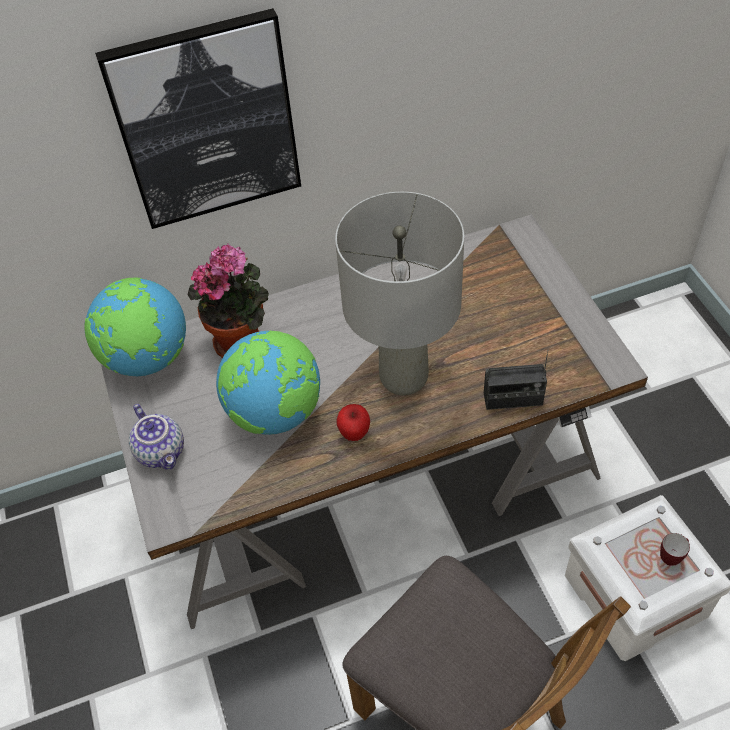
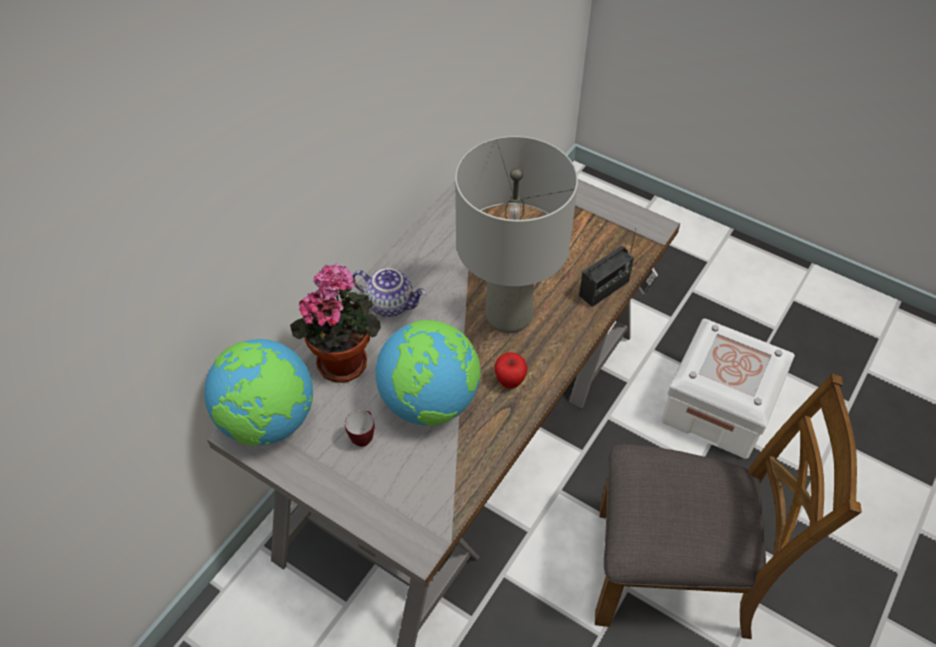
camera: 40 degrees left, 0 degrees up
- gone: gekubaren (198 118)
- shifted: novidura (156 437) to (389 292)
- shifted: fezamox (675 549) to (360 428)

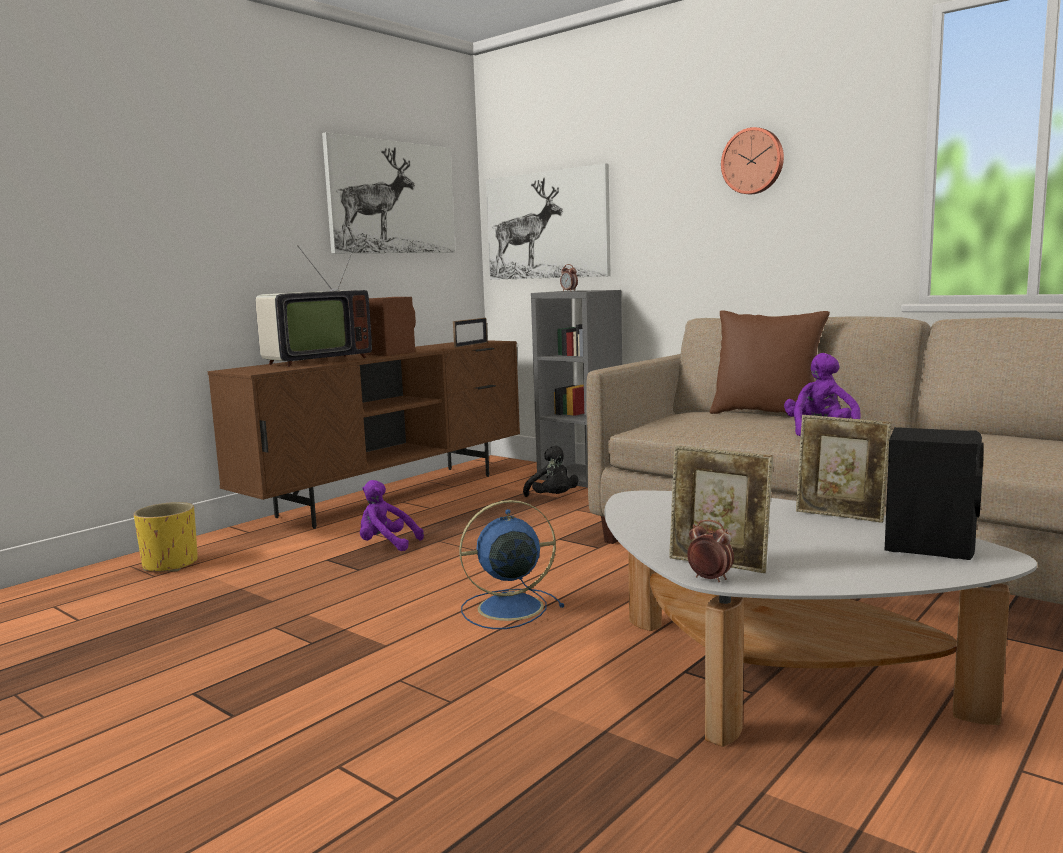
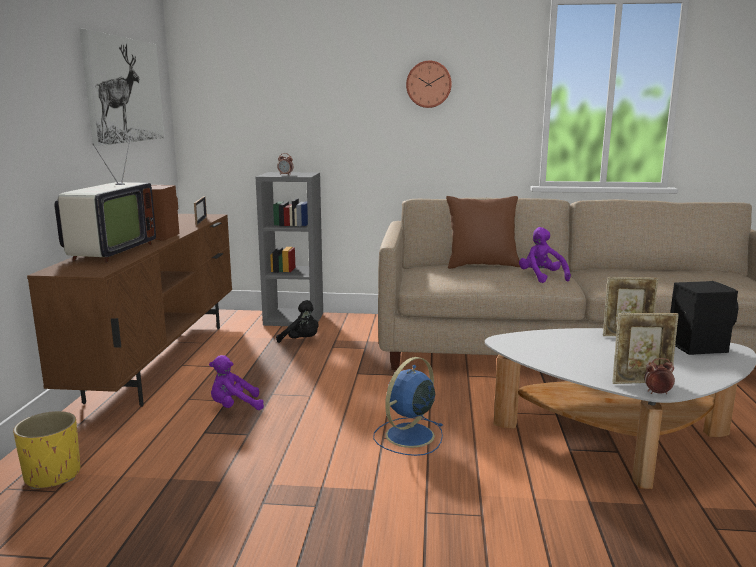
camera: 35 degrees left, 5 degrees up
- gone: gekubaren (548 221)

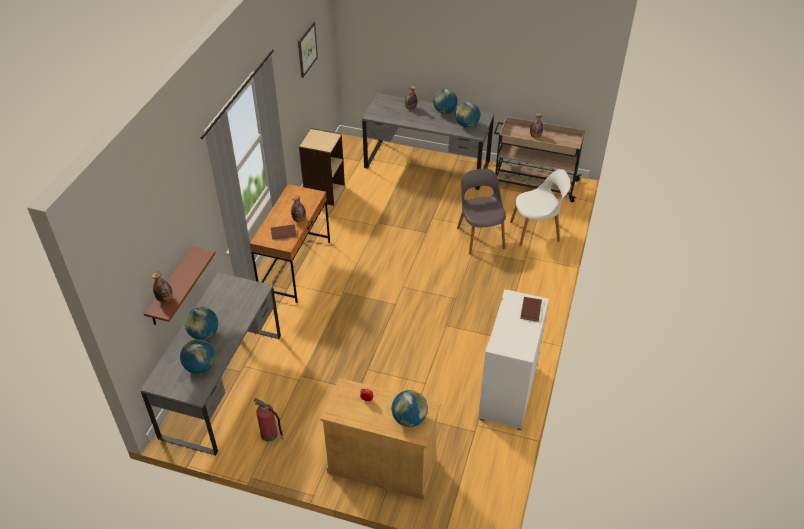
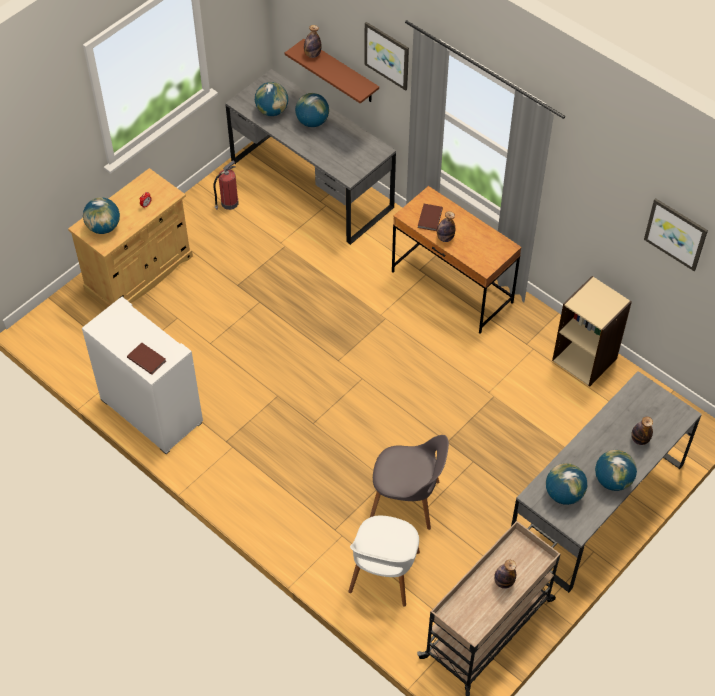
camera: 115 degrees right, 10 degrees up
- new: gekubaren (386 56)

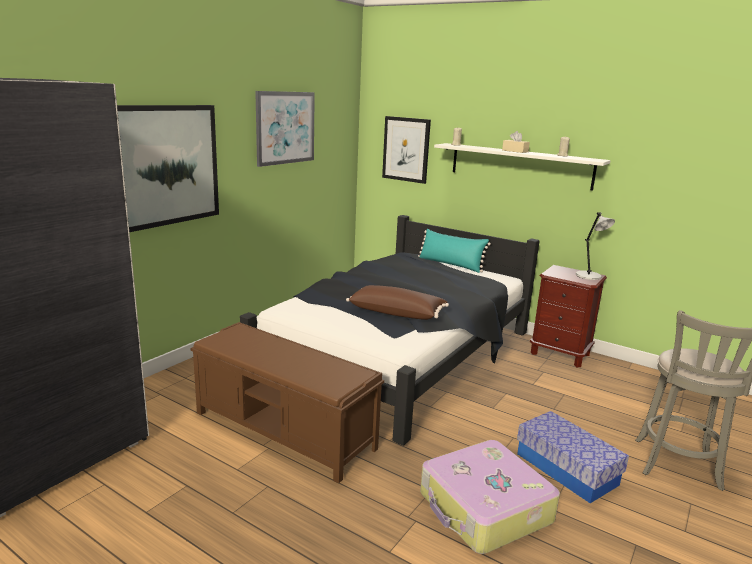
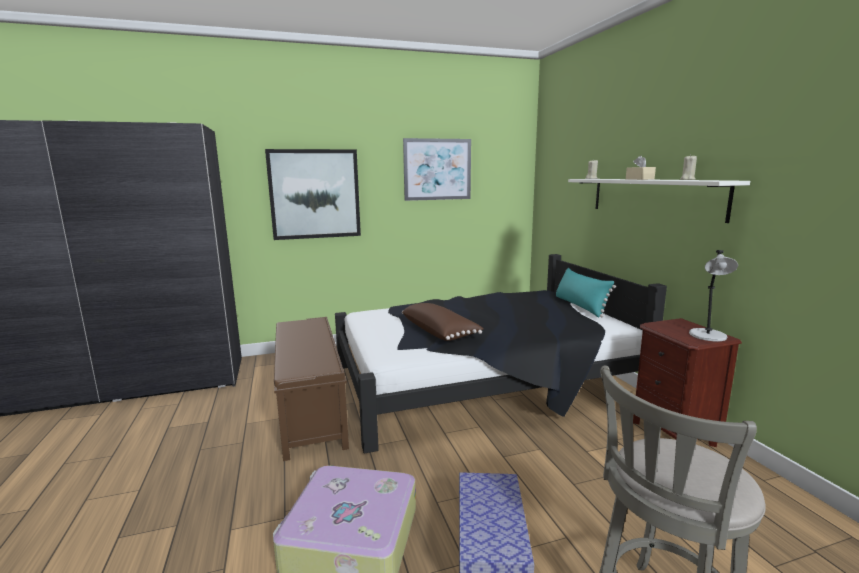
camera: 40 degrees right, 5 degrees down
- gone: gekubaren (406 150)

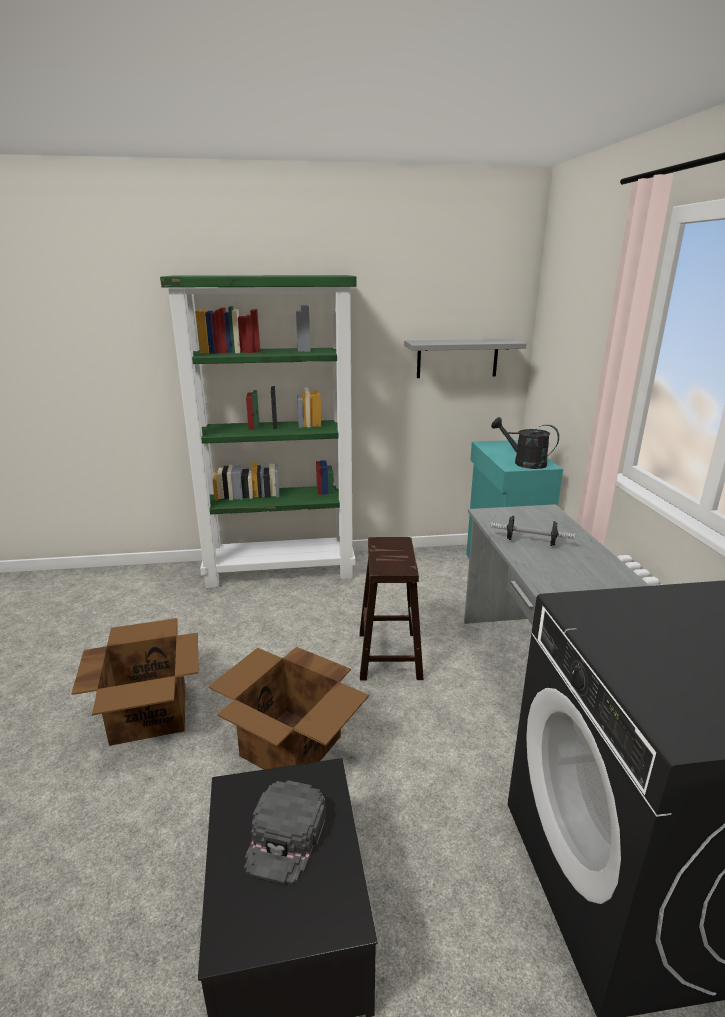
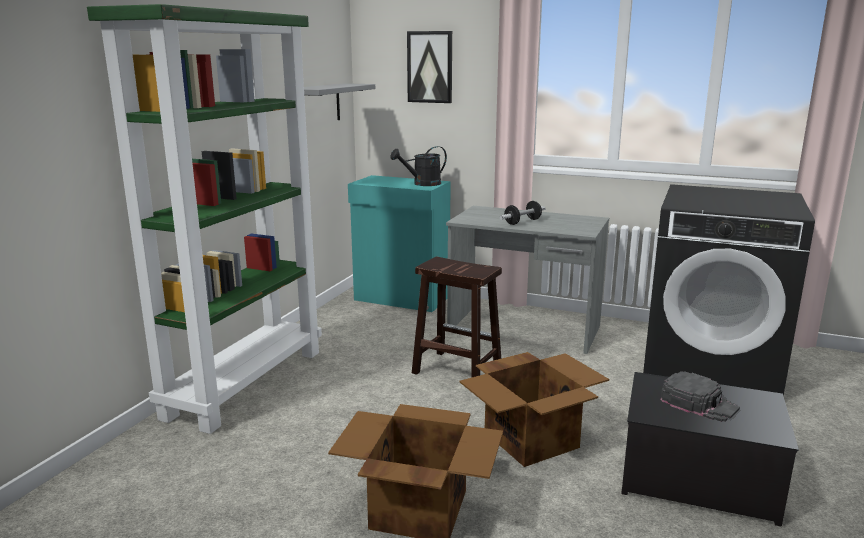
camera: 60 degrees left, 5 degrees down
- new: gekubaren (429 67)

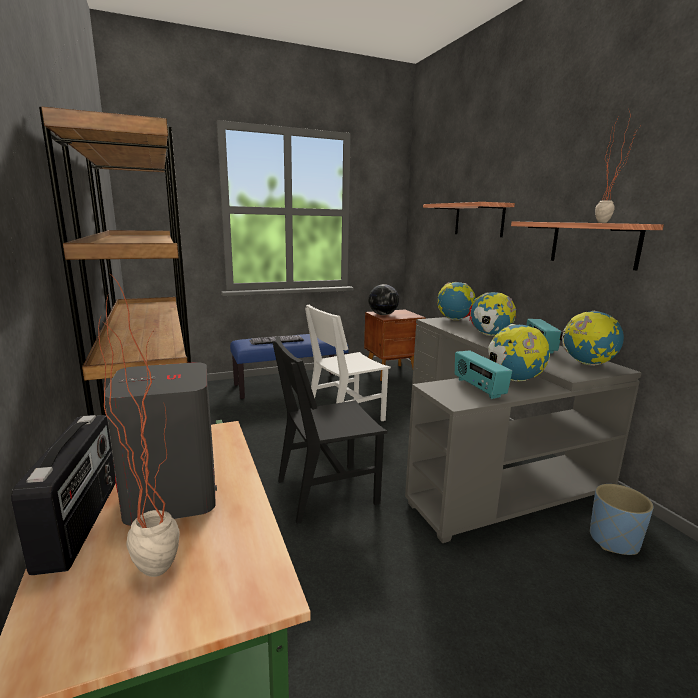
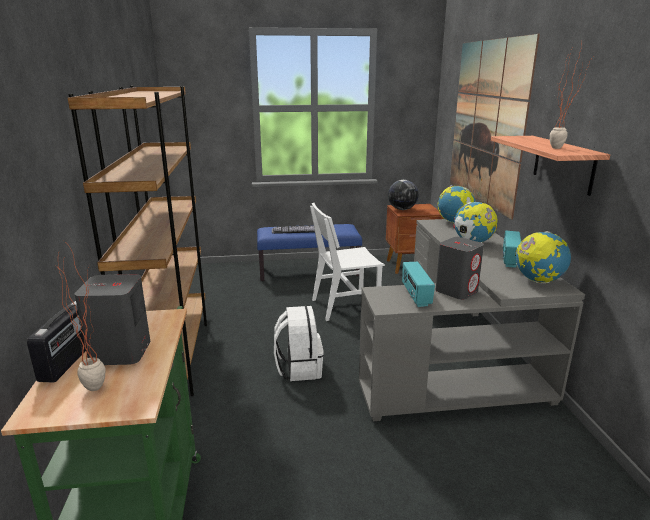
camera: 15 degrees right, 5 degrees up
- swapped: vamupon (469 219) to gekubaren (495 126)
- swapped: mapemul (519 353) to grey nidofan (460 268)
- swapped: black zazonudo (330 430) to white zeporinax (299 343)
- gone: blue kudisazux (621 519)

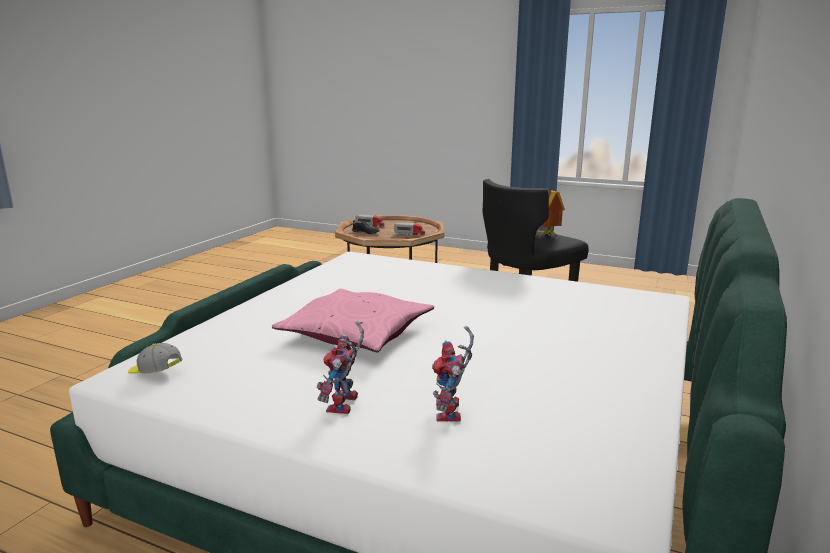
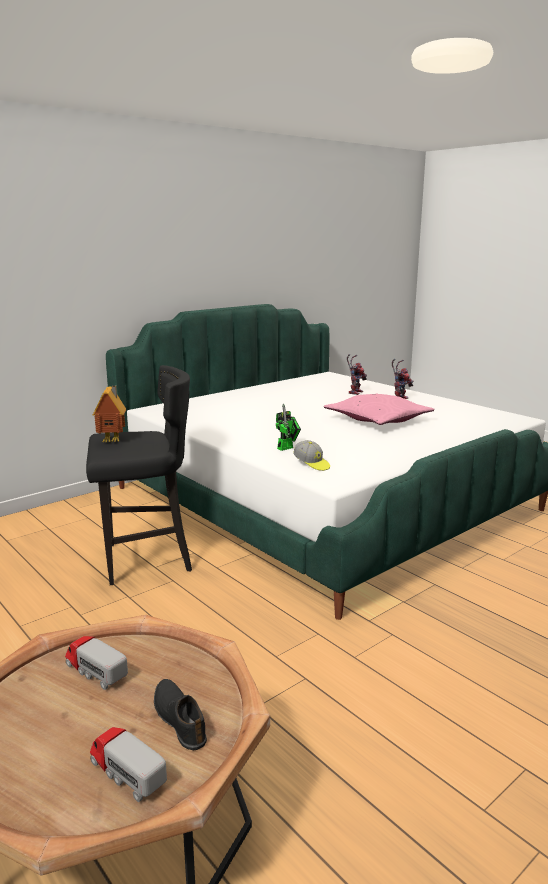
camera: 155 degrees left, 0 degrees up
- shifted: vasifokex (155 358) to (311 455)
- new: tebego (288 427)

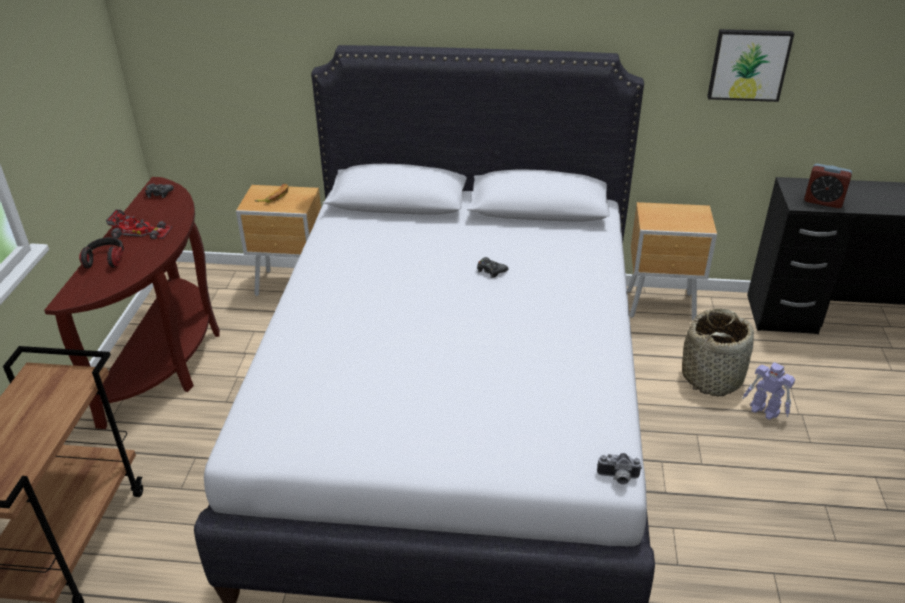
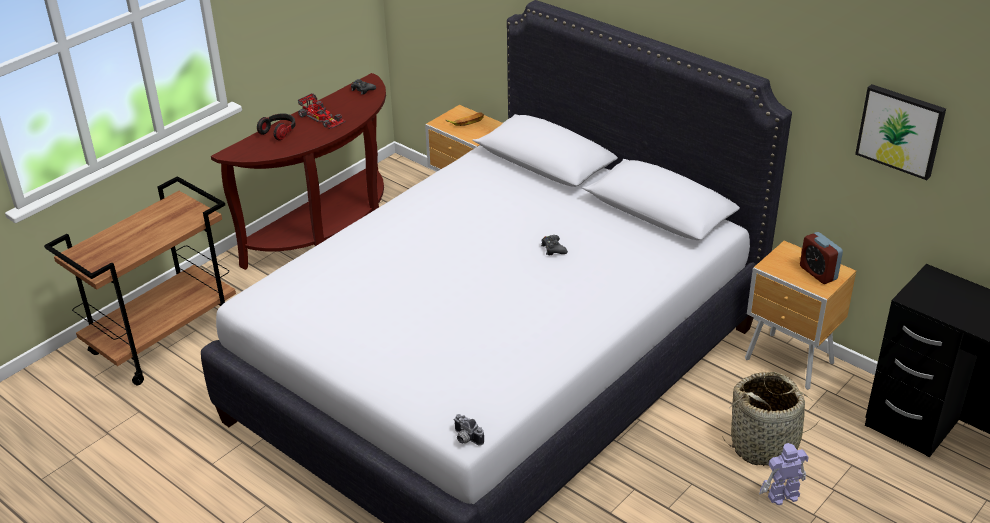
camera: 35 degrees right, 0 degrees up
- shifted: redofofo (828 185) to (821 258)
- rotated: tebego (769 391) = (784 474) 90 degrees clockwise

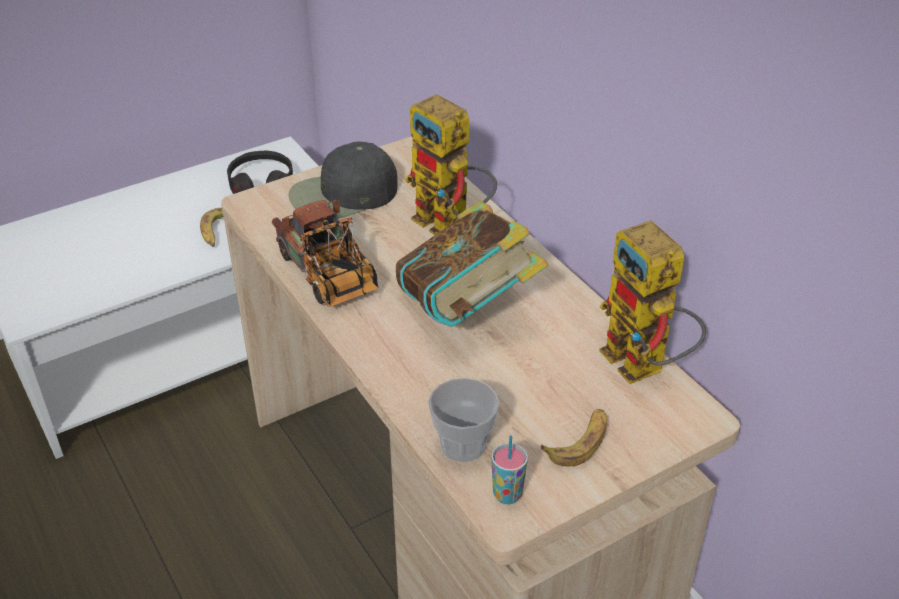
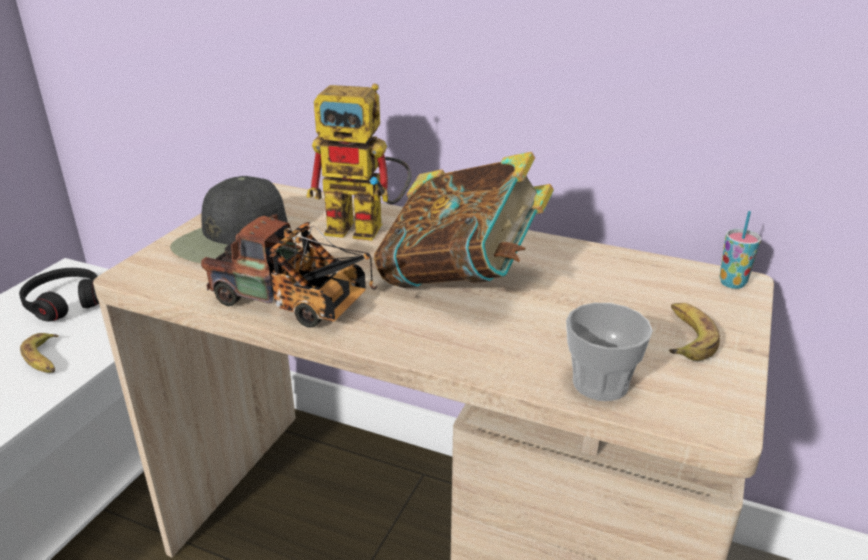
camera: 35 degrees left, 10 degrees down
- gone: tebego (652 302)
- shifted: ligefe (509 469) to (740 250)

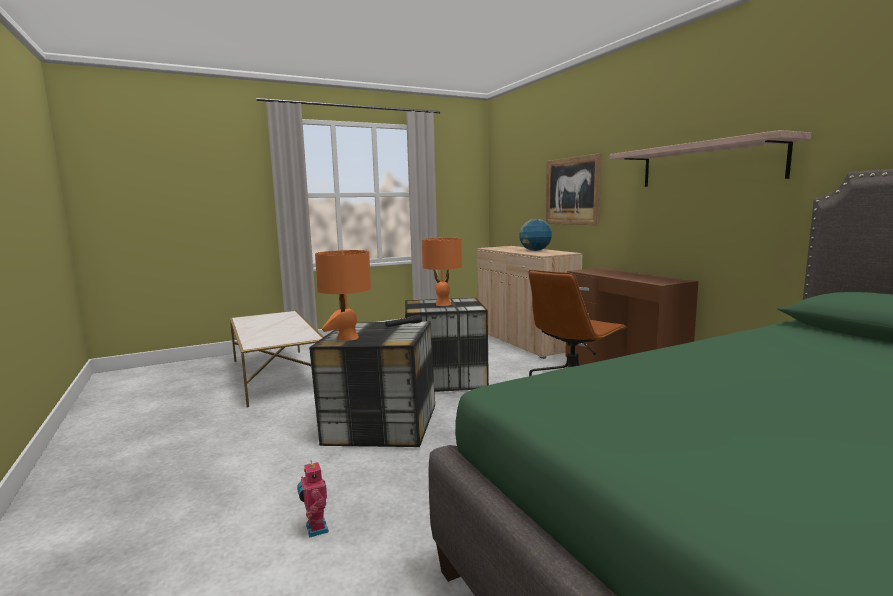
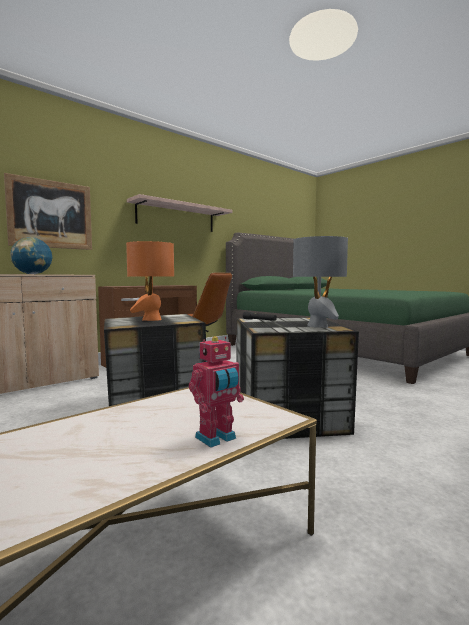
camera: 105 degrees left, 5 degrees down
- repainted: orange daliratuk (343 295) to grey daliratuk (320 282)
- shifted: tebego (313 500) to (216 392)

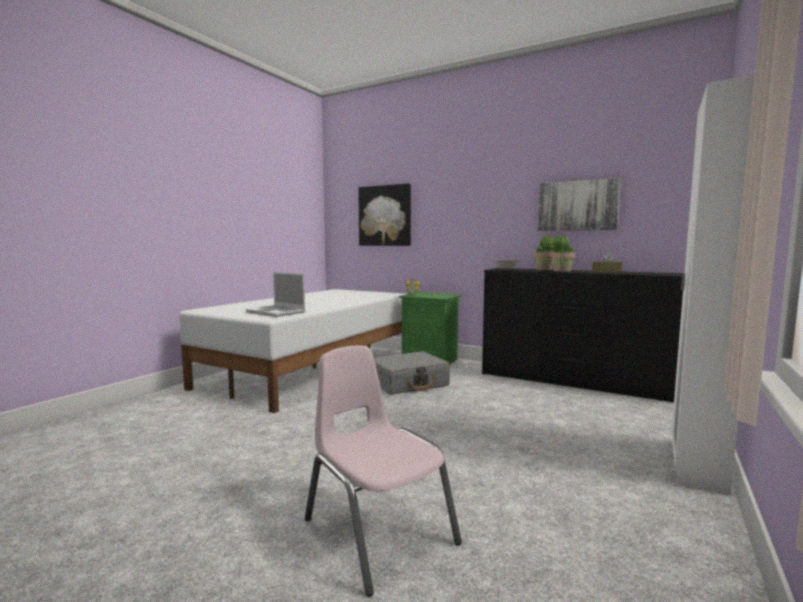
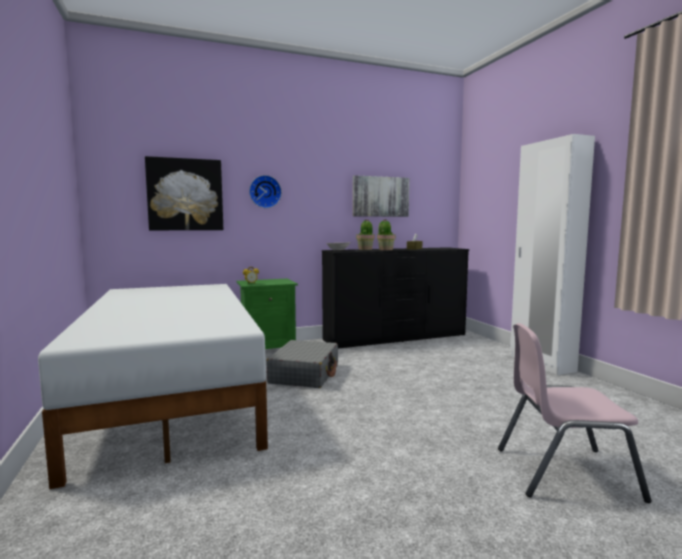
camera: 50 degrees left, 0 degrees up
- gone: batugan (275 294)
- new: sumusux (265 191)

